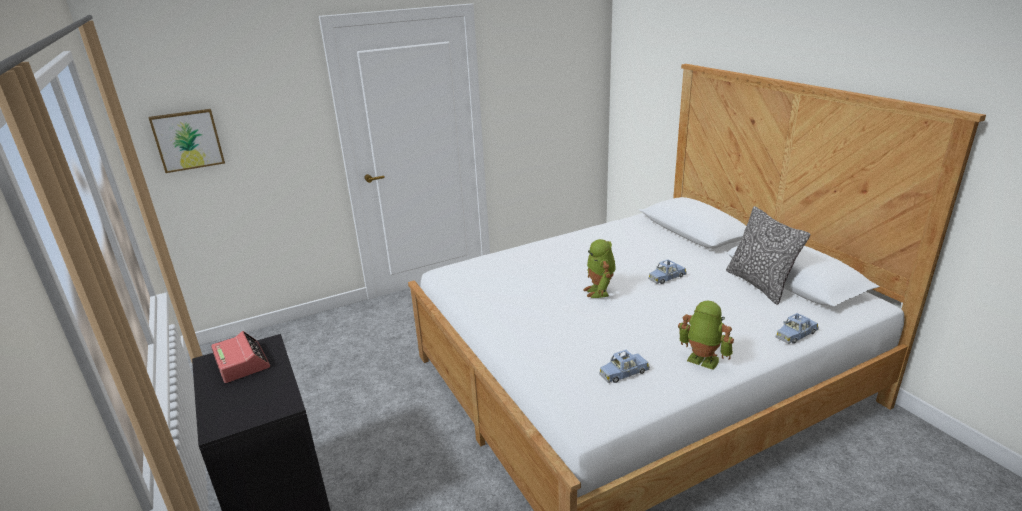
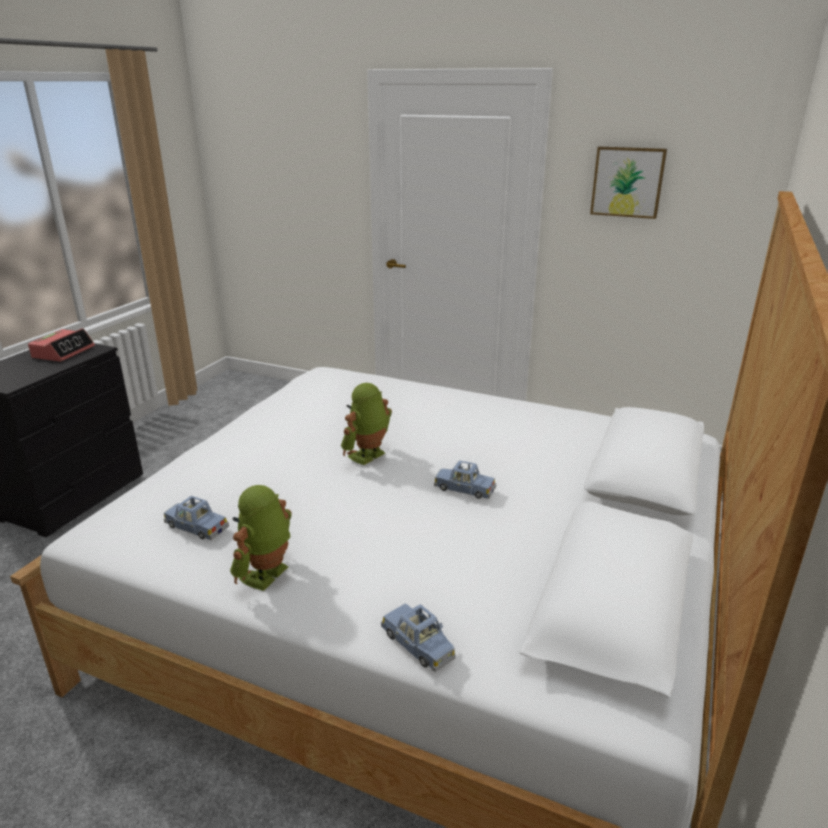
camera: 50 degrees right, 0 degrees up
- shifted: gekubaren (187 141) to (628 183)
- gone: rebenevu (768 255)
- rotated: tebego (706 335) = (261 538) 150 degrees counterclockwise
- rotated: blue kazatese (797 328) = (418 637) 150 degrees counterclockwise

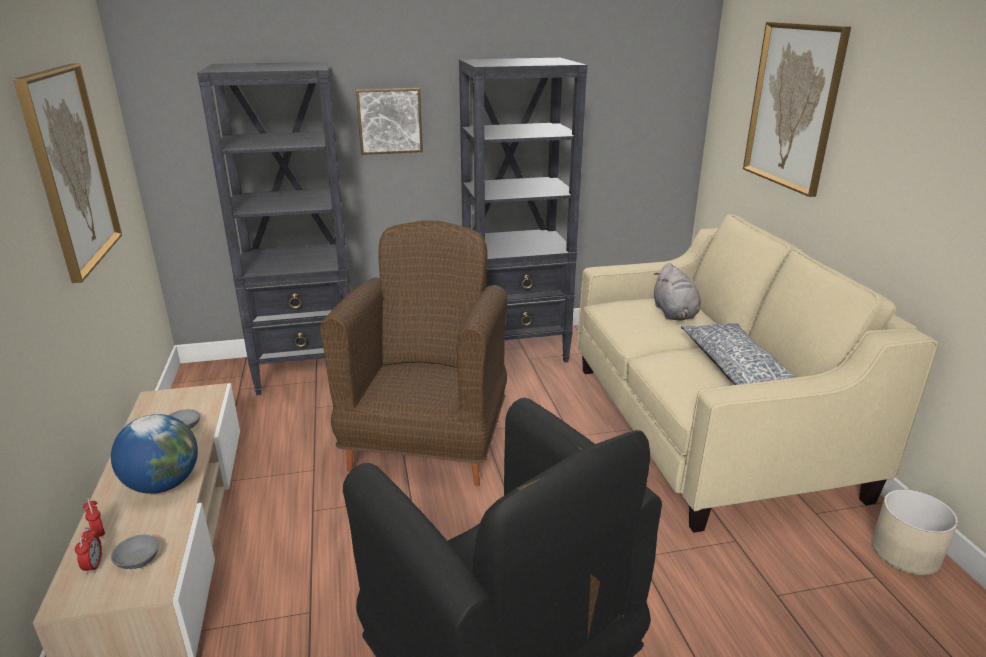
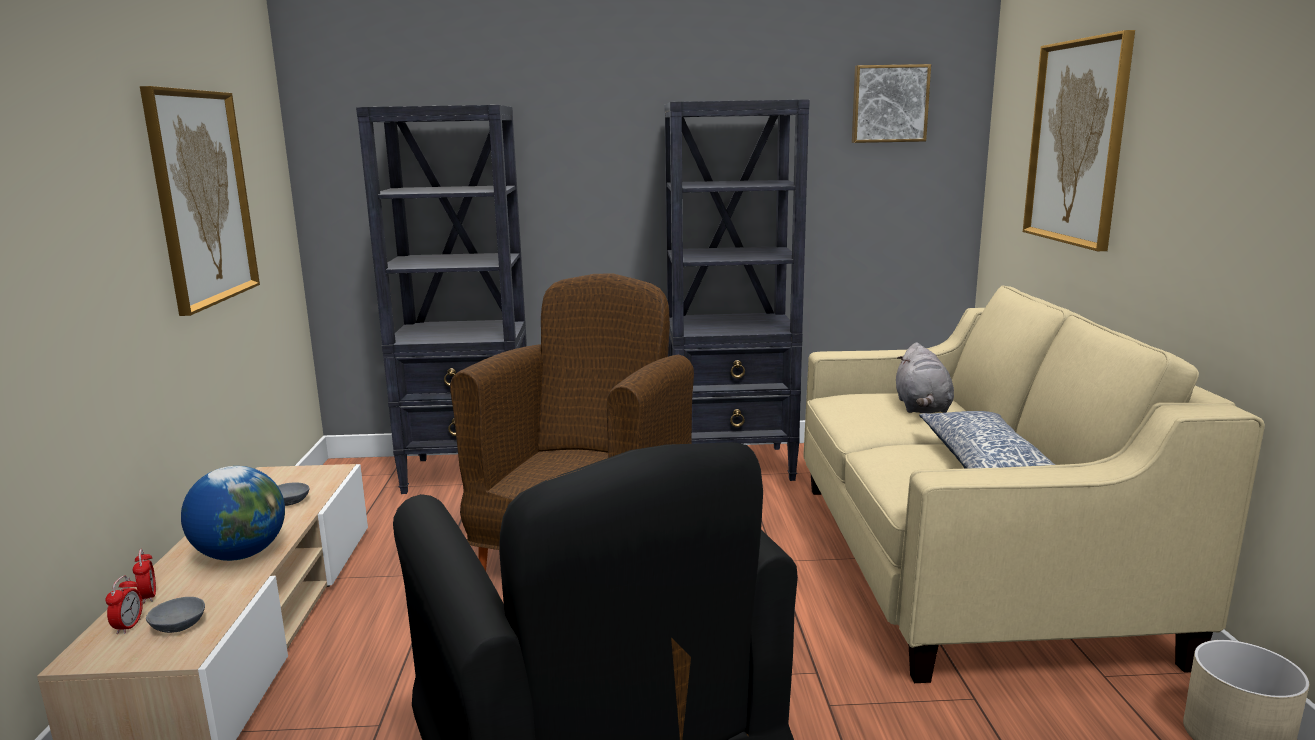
camera: 10 degrees right, 10 degrees down
- shifted: gekubaren (389 121) to (891 103)

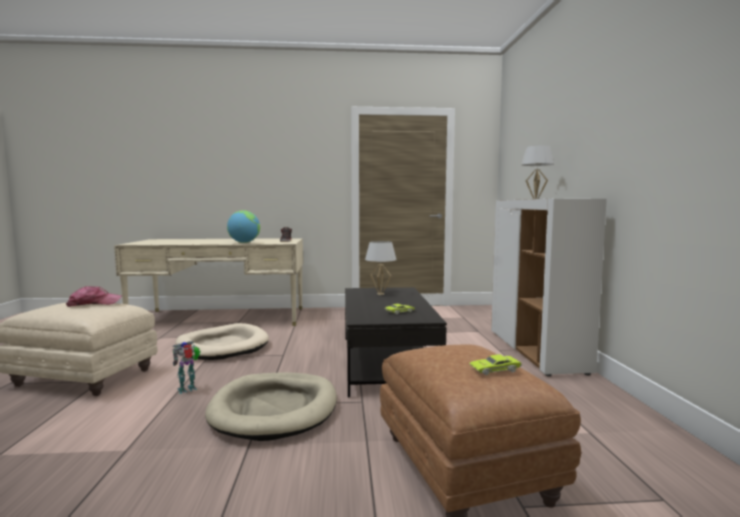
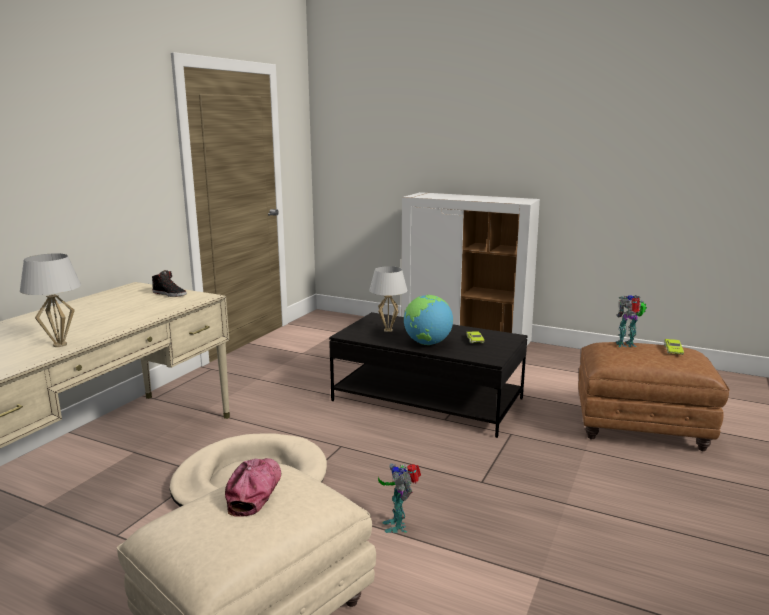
camera: 60 degrees left, 10 degrees up
- shifted: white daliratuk (537 172) to (50 300)
- shifted: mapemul (243 226) to (428 320)
- gone: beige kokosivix (271 406)
- new: tebego (631 321)

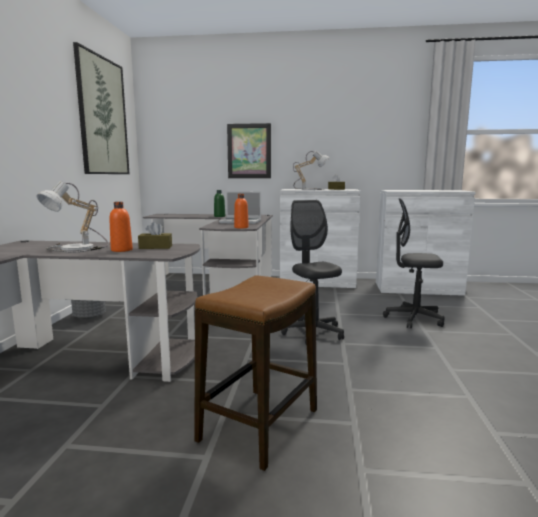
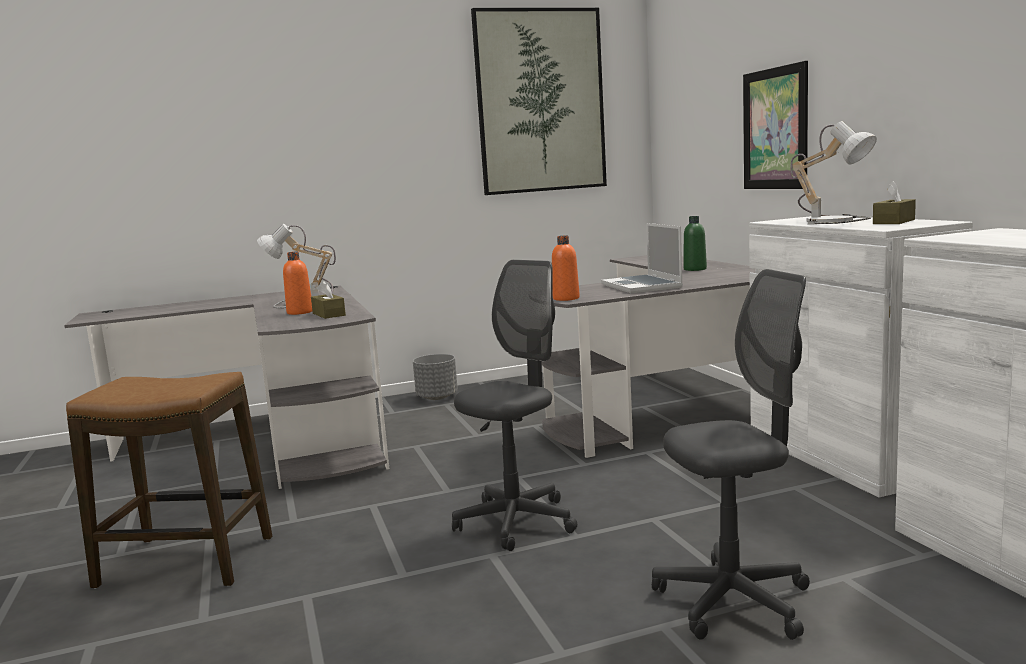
camera: 65 degrees right, 0 degrees up
- rotated: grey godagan (414 263) = (731 454) 90 degrees clockwise

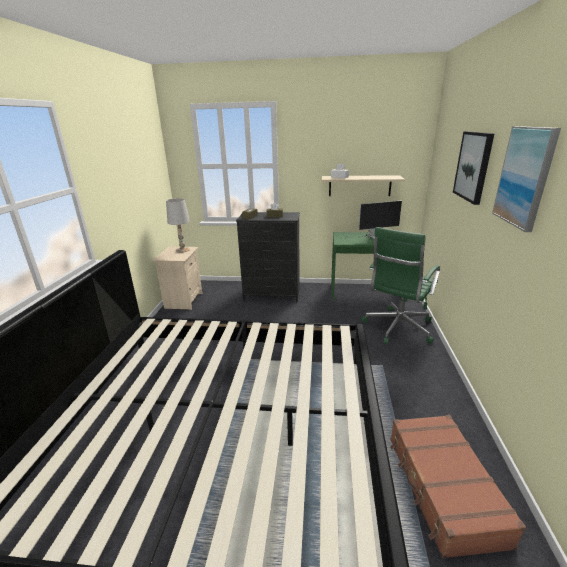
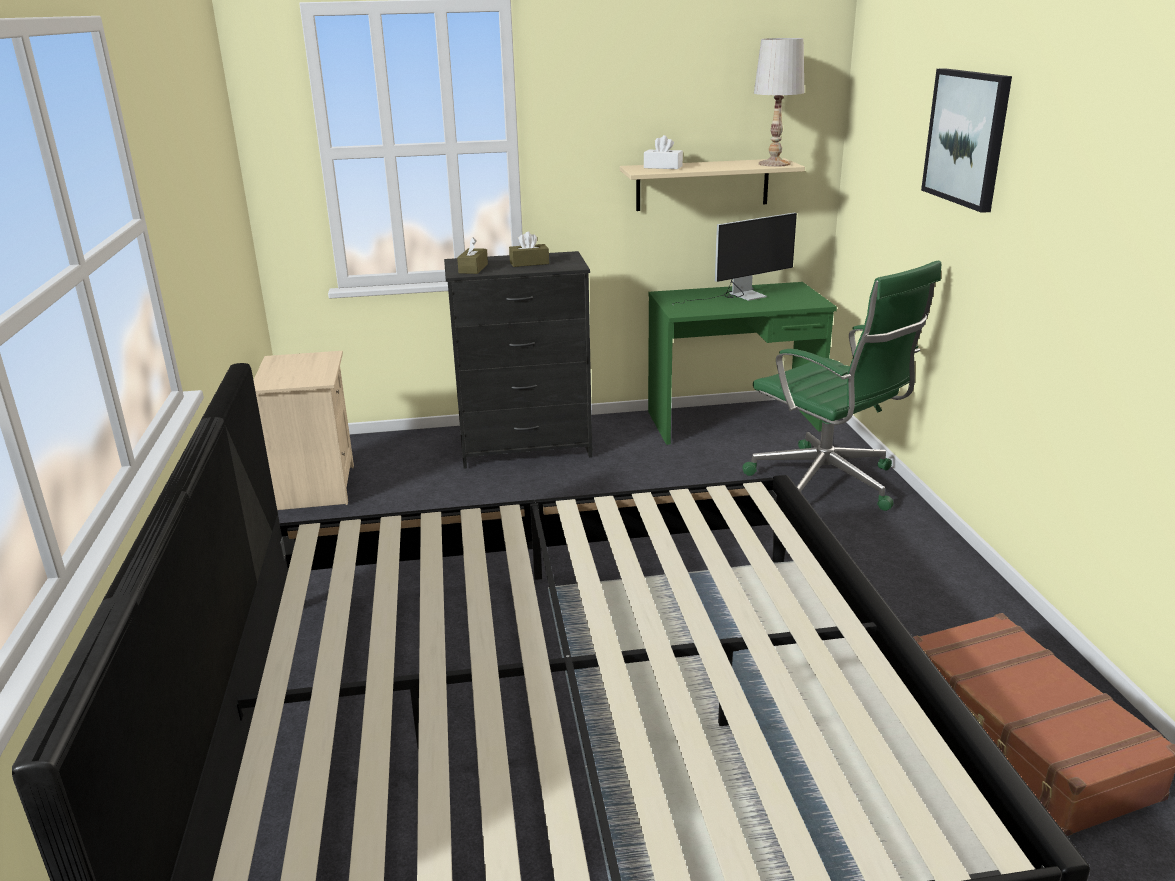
camera: 15 degrees left, 0 degrees up
- gone: gekubaren (526 179)
- shifted: white daliratuk (178 225) to (779 102)
- rotated: green godagan (400 285) = (841 385) 60 degrees counterclockwise

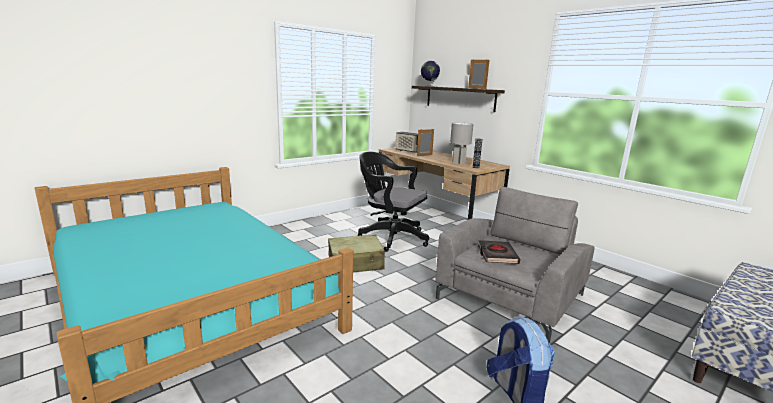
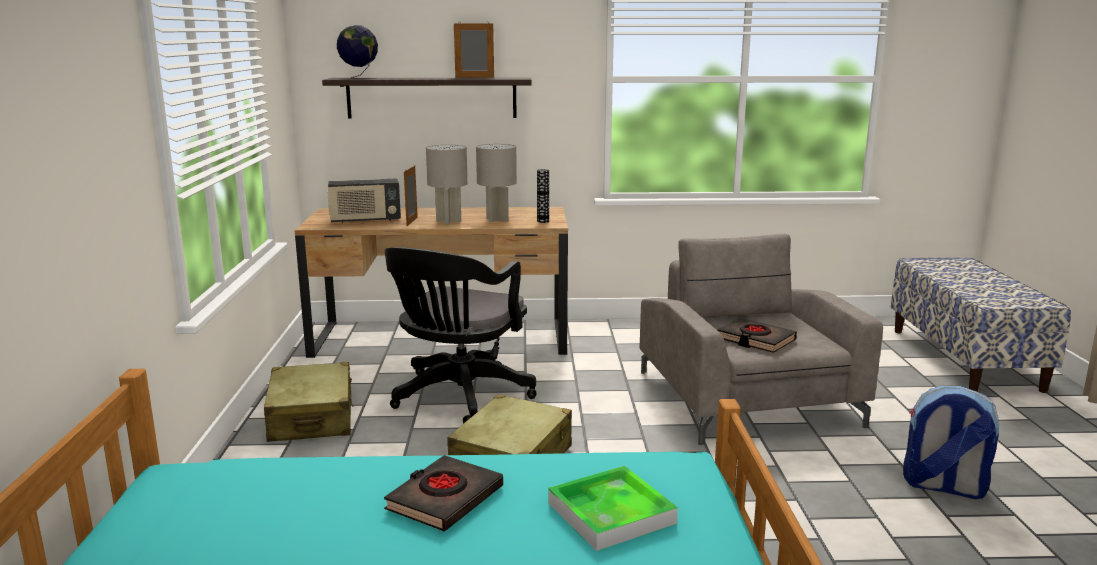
camera: 50 degrees left, 0 degrees up
- rotated: black godagan (393 202) = (461 335) 45 degrees counterclockwise
- new: grey daliratuk (447 184)
- new: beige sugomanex (309 402)
- new: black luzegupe (443 493)
- new: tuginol (613 508)

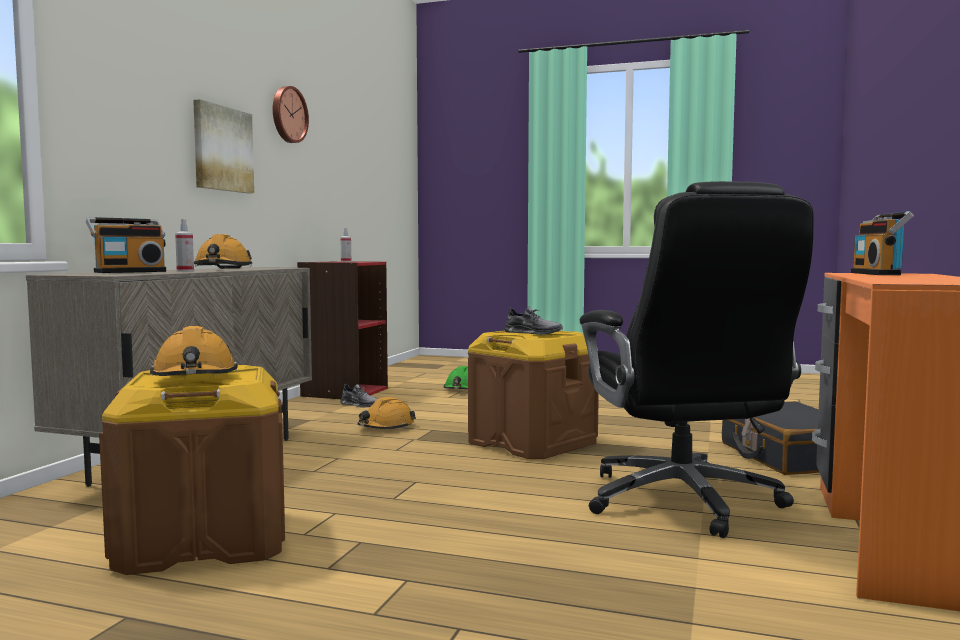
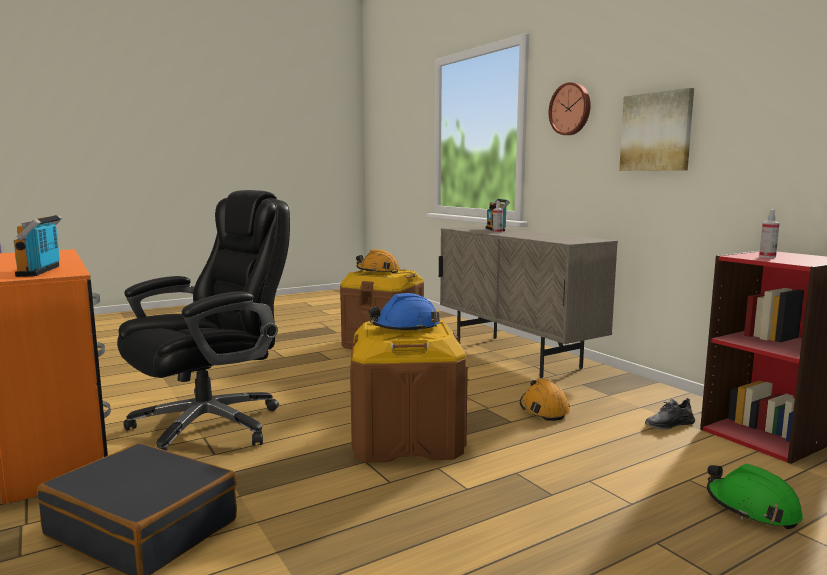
camera: 130 degrees right, 5 degrees up
- shifted: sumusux (291 114) to (570 108)
- rotated: black godagan (697 359) = (203 320) 105 degrees clockwise
- rotated: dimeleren (882 243) = (38 246) 150 degrees counterclockwise
- gone: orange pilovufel (223 251)
- swapped: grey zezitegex (533 321) to blue pilovufel (404 312)

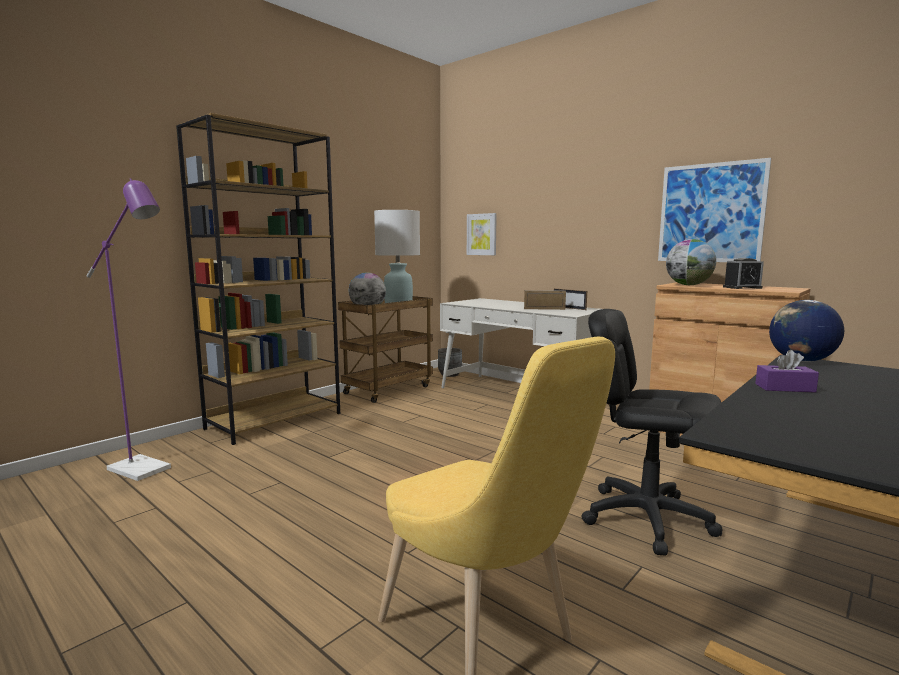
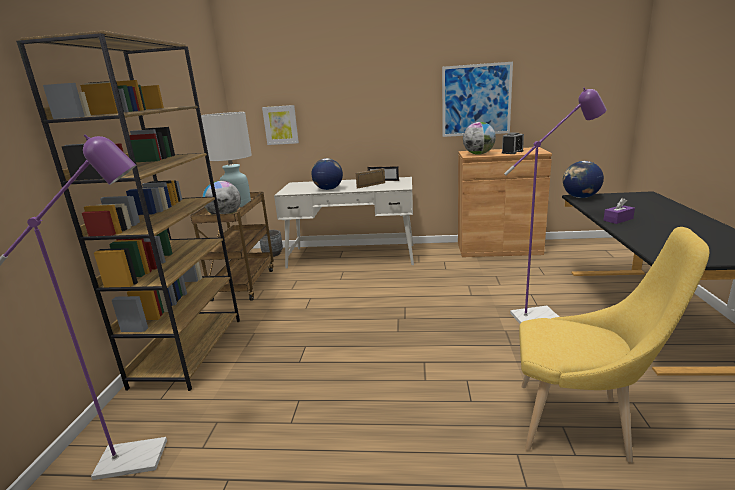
camera: 35 degrees left, 10 degrees up
- swapped: black godagan (651 432) to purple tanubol (555 205)
- new: mapemul (327 174)

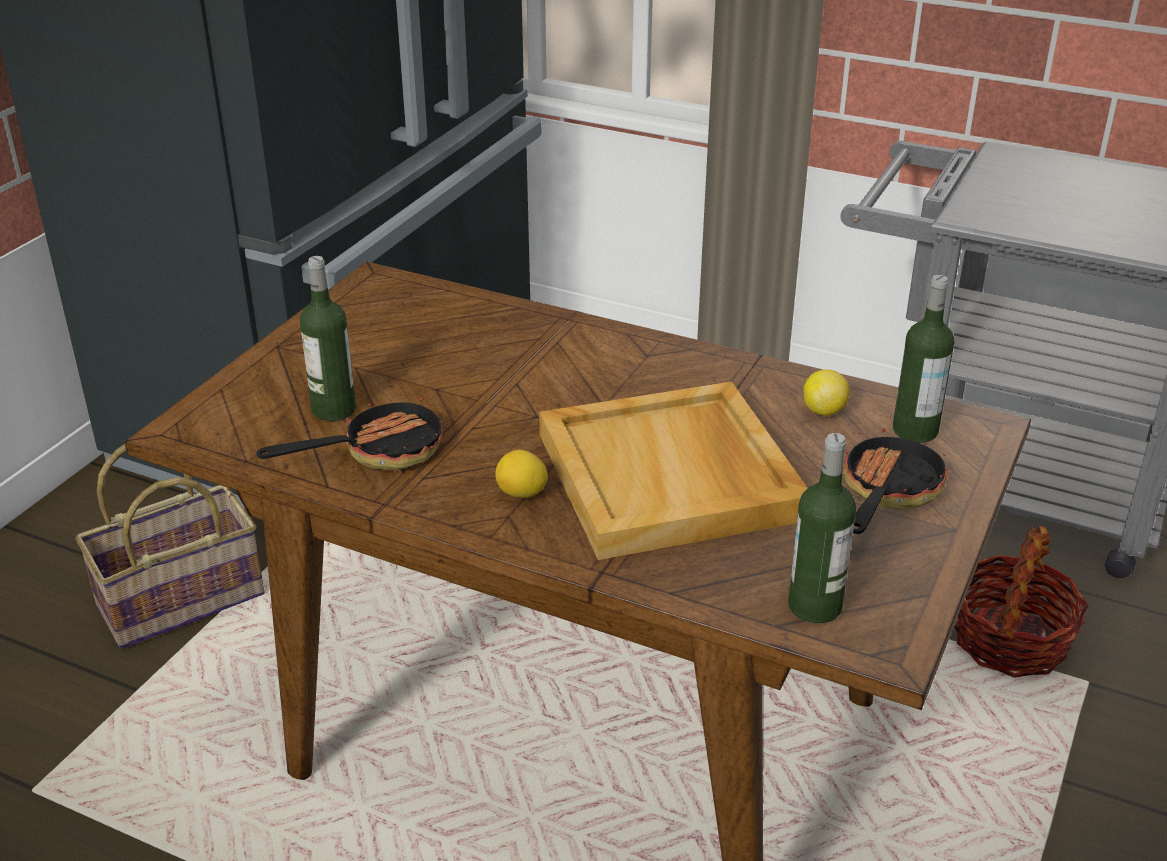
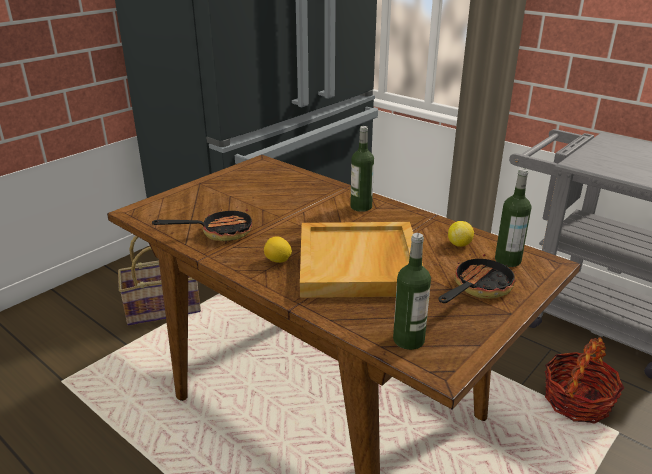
camera: 15 degrees right, 5 degrees down
- shifted: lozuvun (328 338) to (362 169)

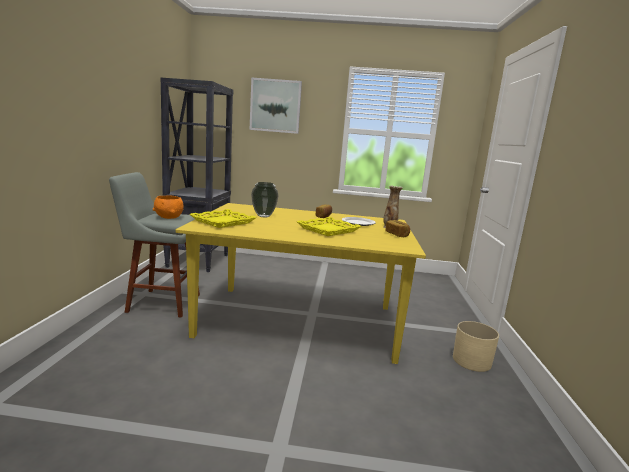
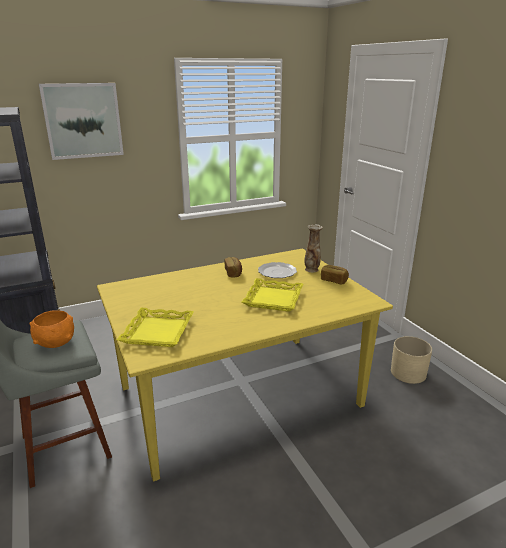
camera: 30 degrees left, 10 degrees up
- gone: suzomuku (264 199)

